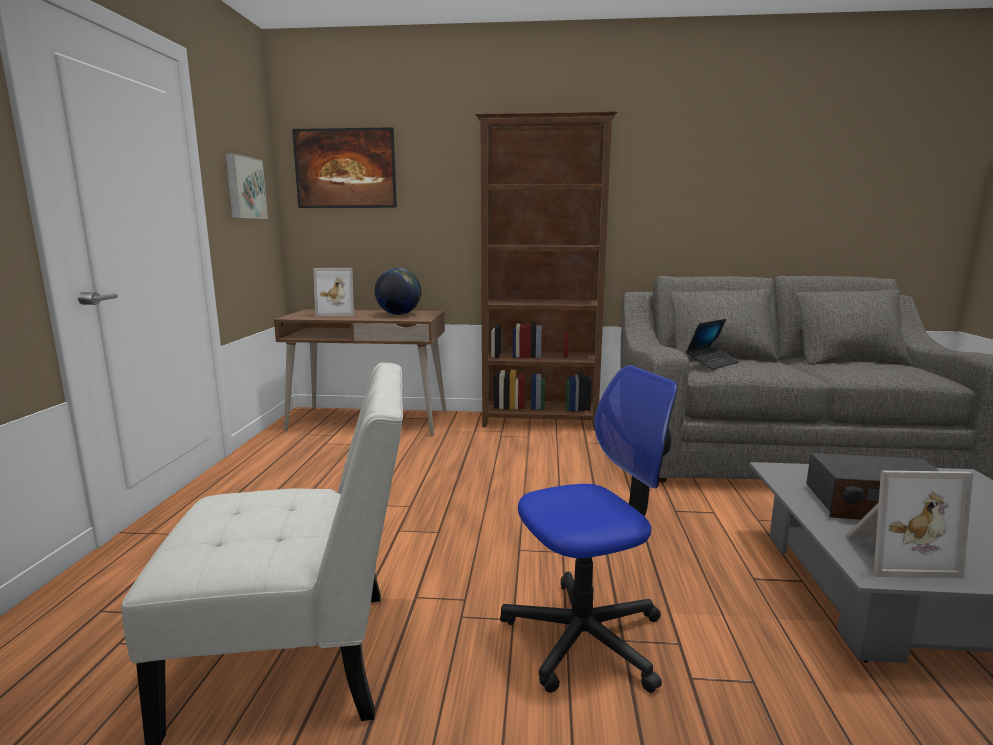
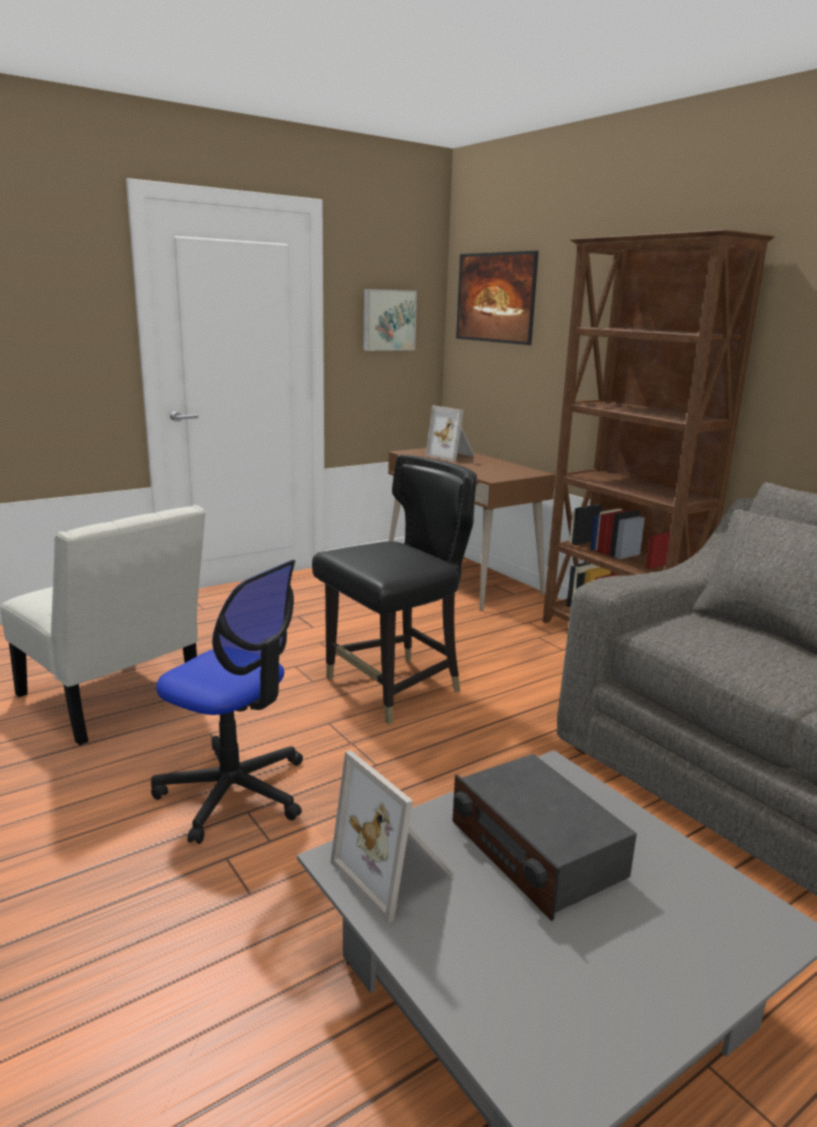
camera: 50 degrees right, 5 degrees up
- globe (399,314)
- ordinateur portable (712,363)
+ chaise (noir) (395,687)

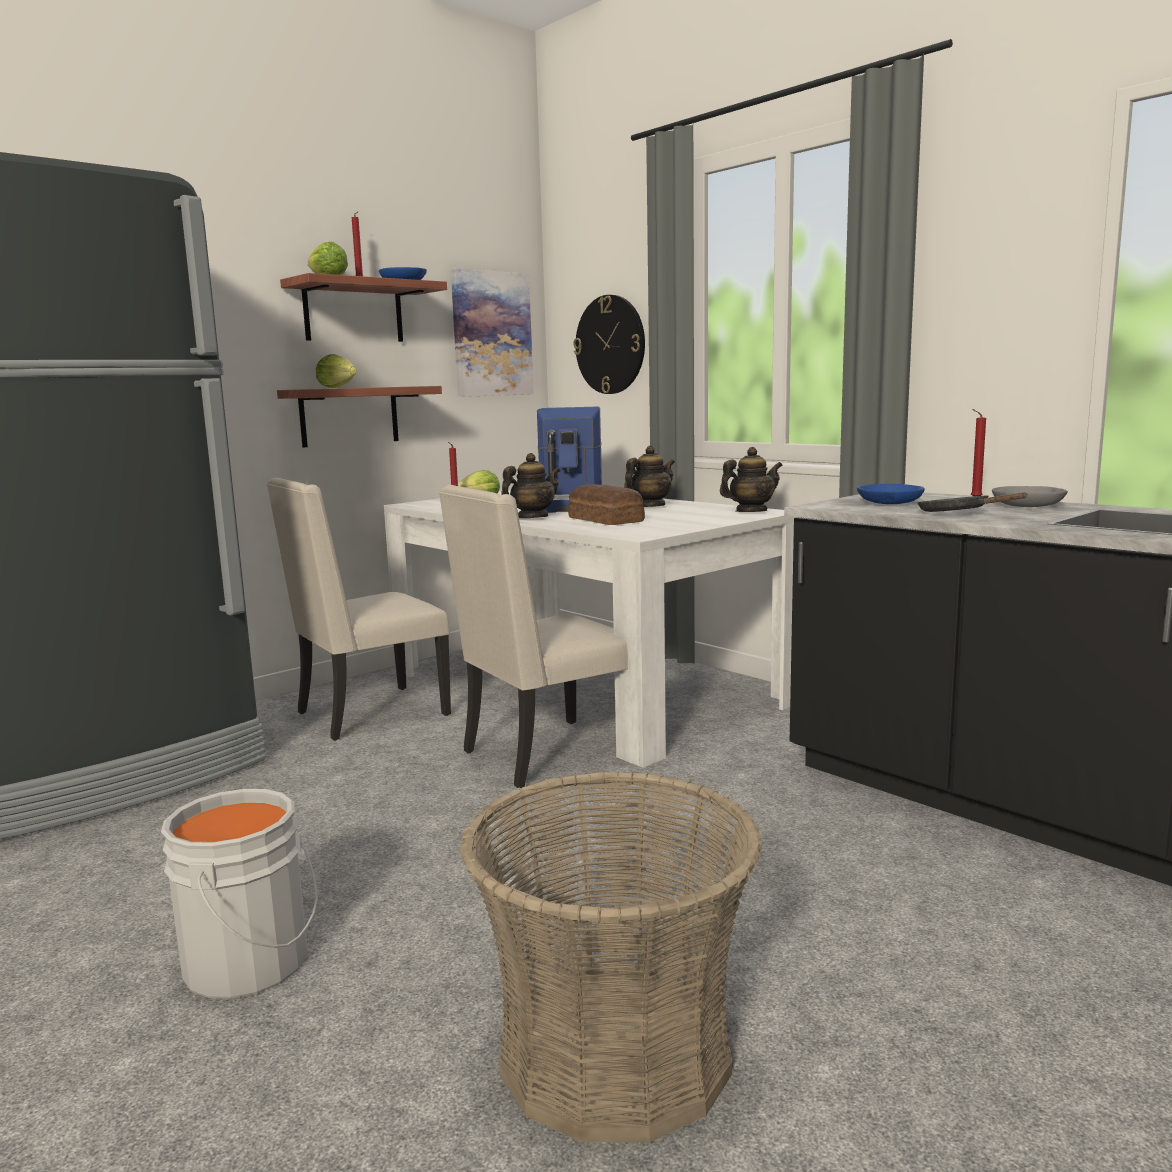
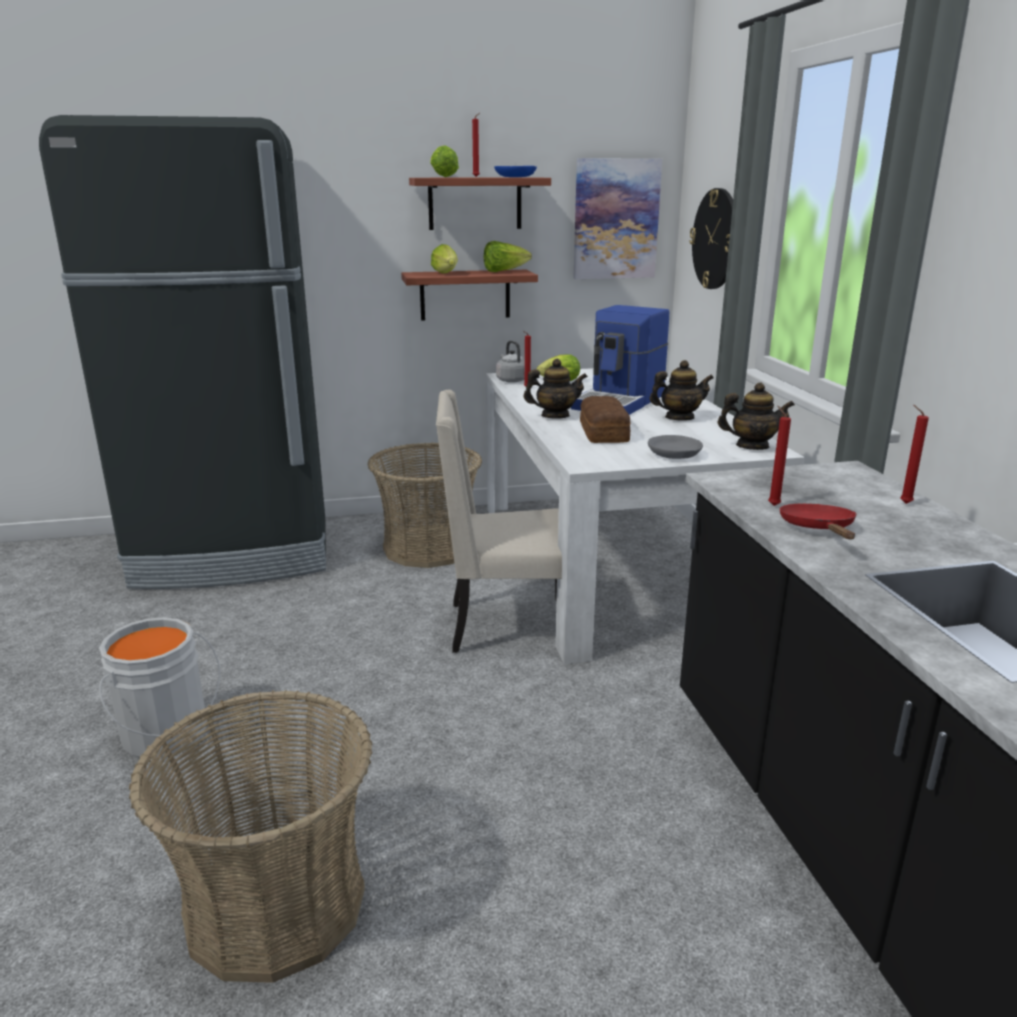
camera: 30 degrees right, 10 degrees up
~ chaise (beige) (369,714) to panier (428,548)
- bol (bleu) (888,502)
~ poêle (noir) (959,513) to poêle (rouge) (818,529)
~ bol (gris) (1029,505) to (674,455)
+ laitue (504,271)
+ bouilloire (gris) (510,380)
+ bougie (rouge) (772,505)

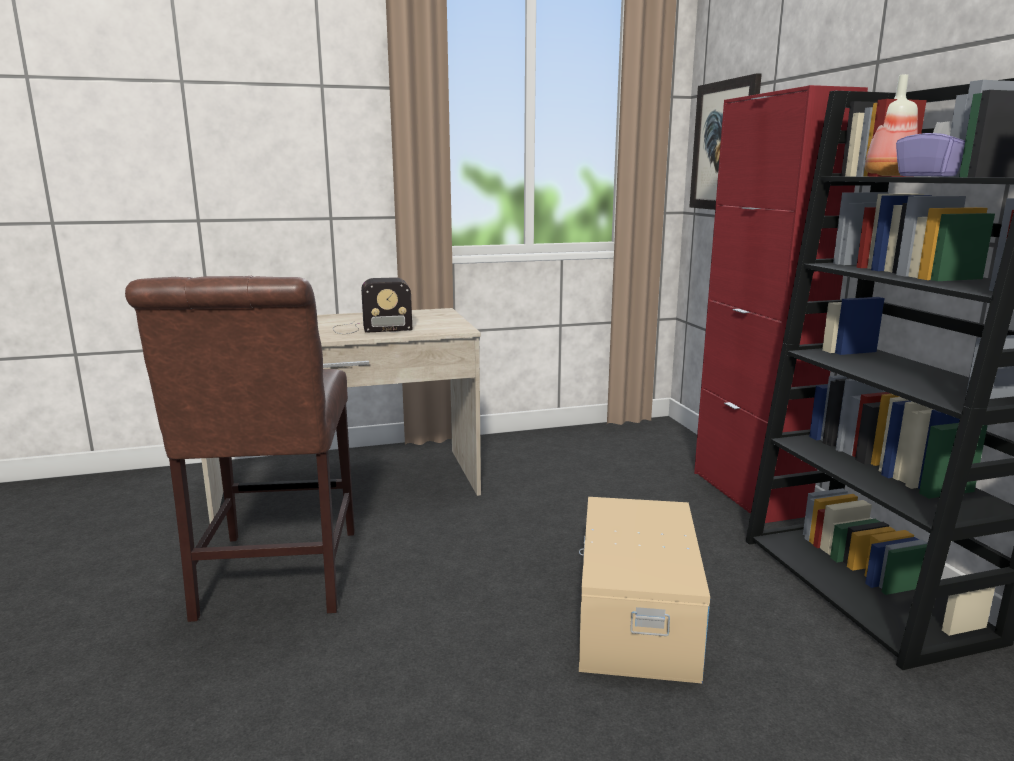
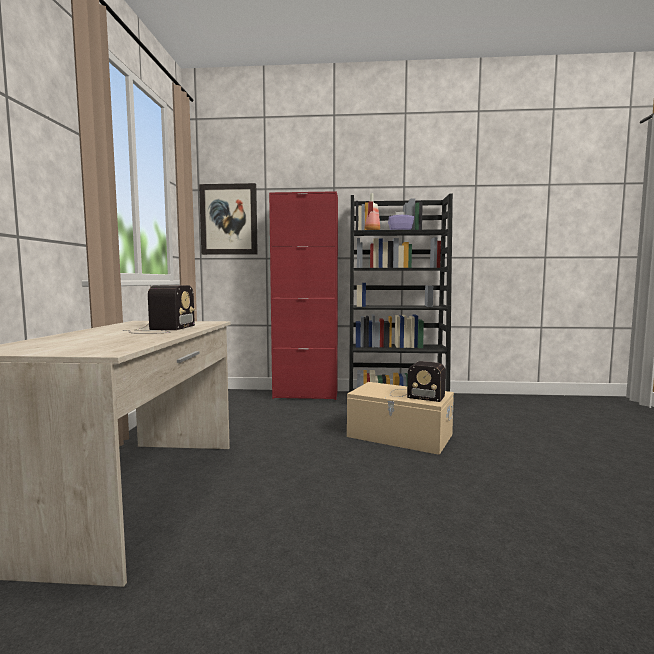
camera: 70 degrees left, 10 degrees down
- chaise (marron) (275,578)
+ radio (414,395)

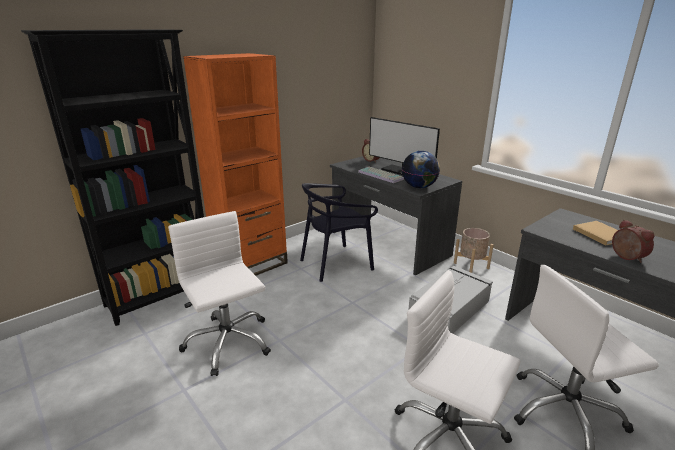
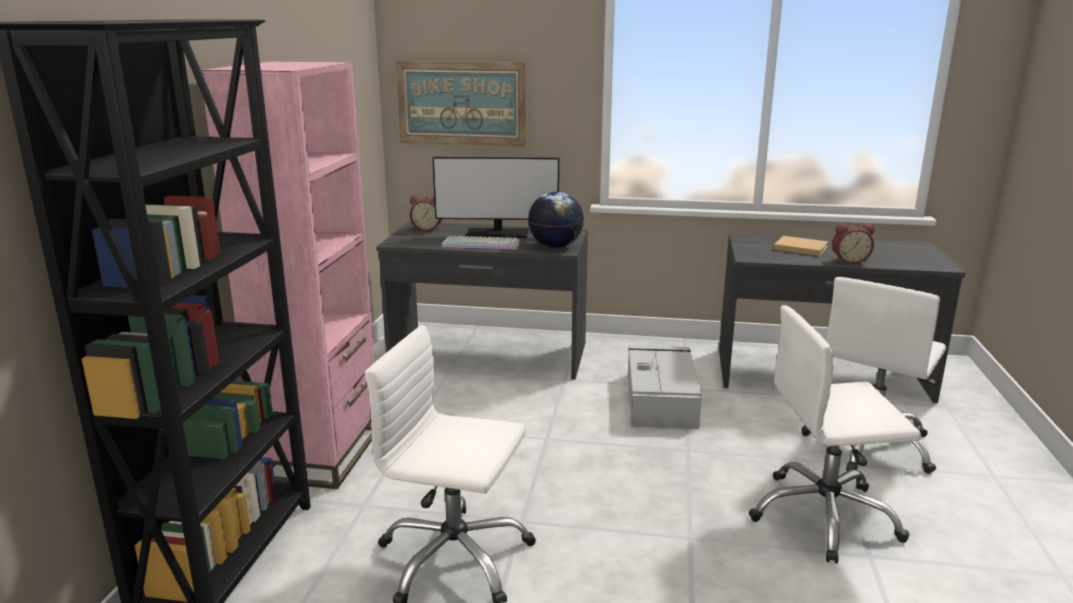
camera: 40 degrees left, 5 degrees down
~ bibliothèque (orange) (250,265) to bibliothèque (rose) (323,453)
- chaise (noir) (336,263)
- cache-pot (beige) (471,265)
~ réveil (626,257) = (849,261) 150 degrees clockwise
+ tableau (461,103)

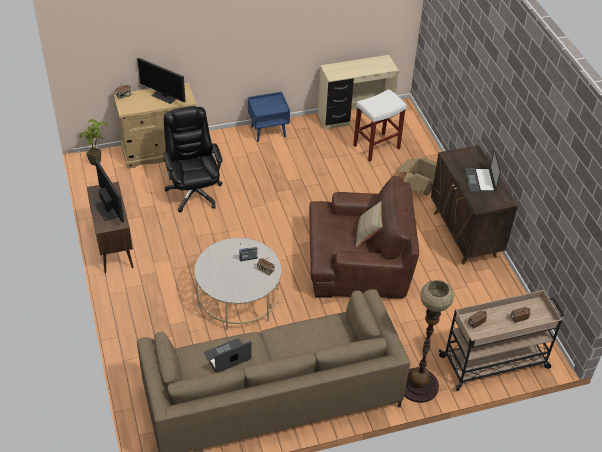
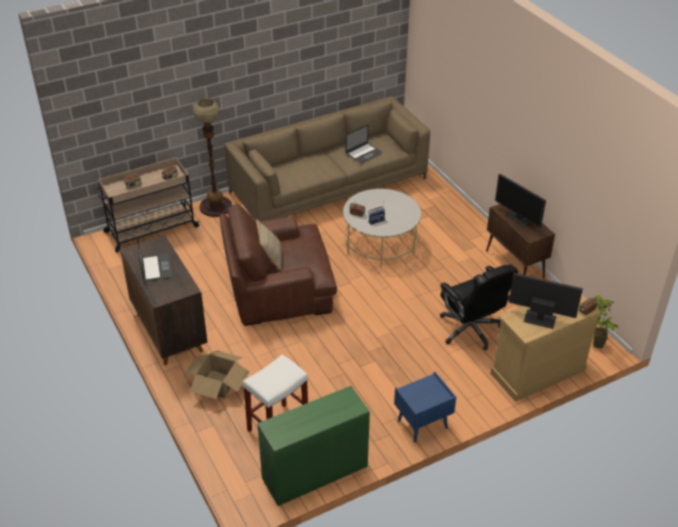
camera: 170 degrees right, 5 degrees down
~ bureau (beige) (355,117) to bureau (vert) (314,472)

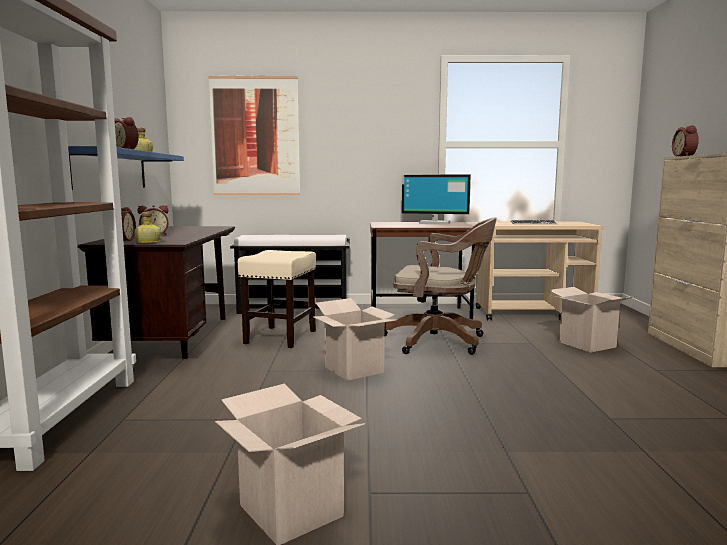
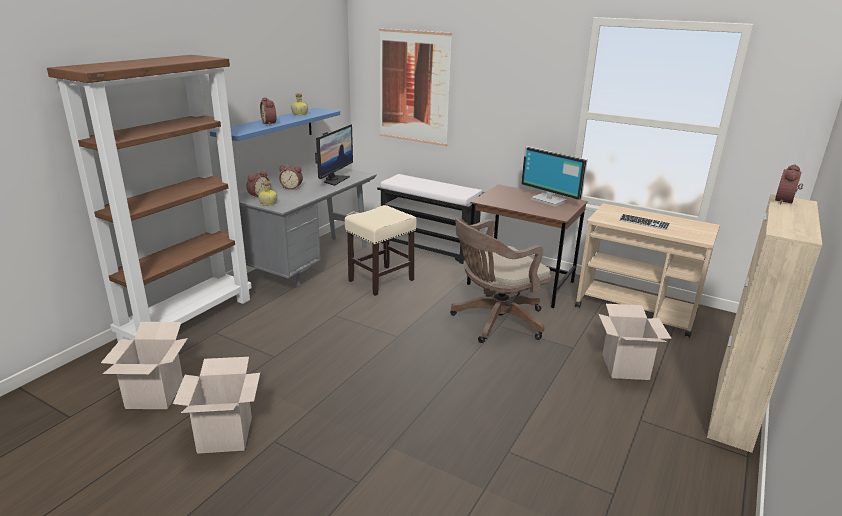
camera: 30 degrees right, 15 degrees up
~ bureau (marron) (175,340) to bureau (gris) (311,263)
~ carton (354,369) to (155,395)
~ chaise de bureau (marron) (439,341) = (495,321) 105 degrees clockwise
+ écran d'ordinateur (335,180)

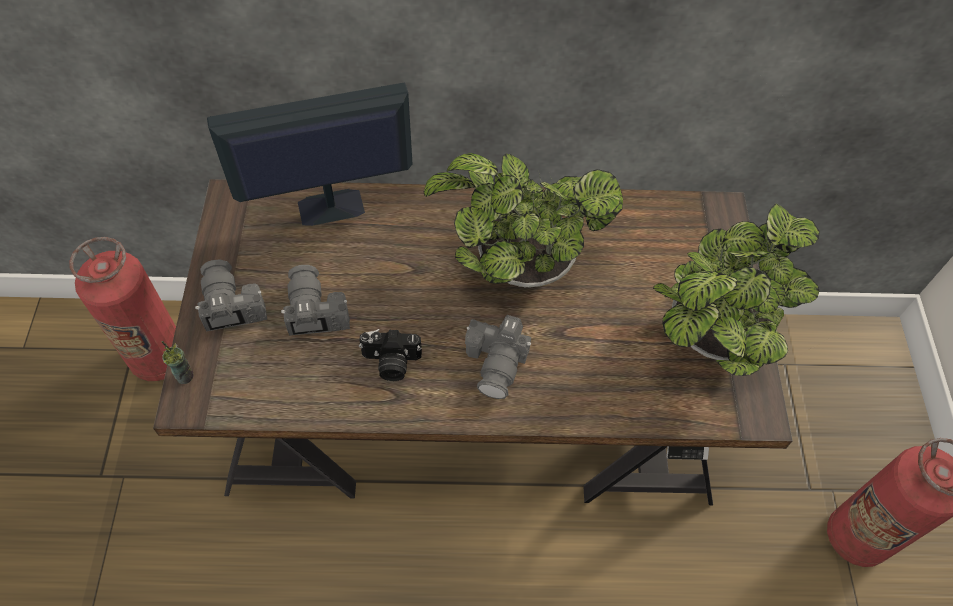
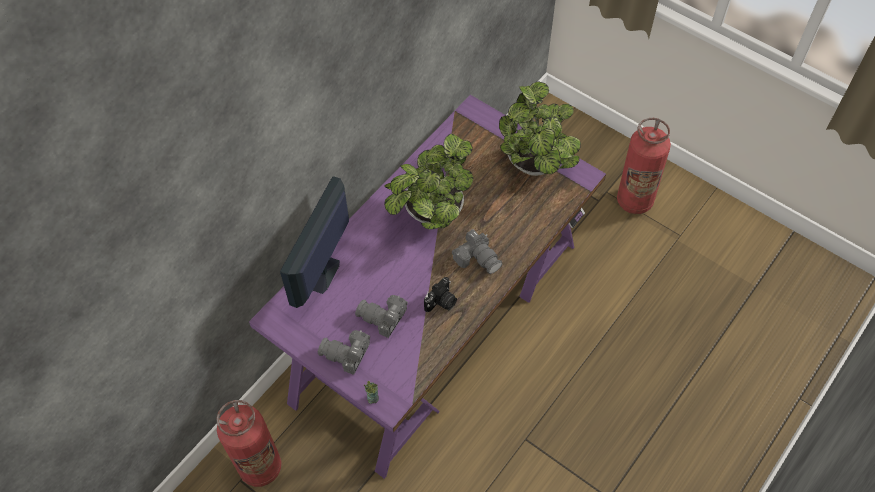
camera: 50 degrees left, 0 degrees up
~ bureau (marron) (471,412) to bureau (violet) (435,321)

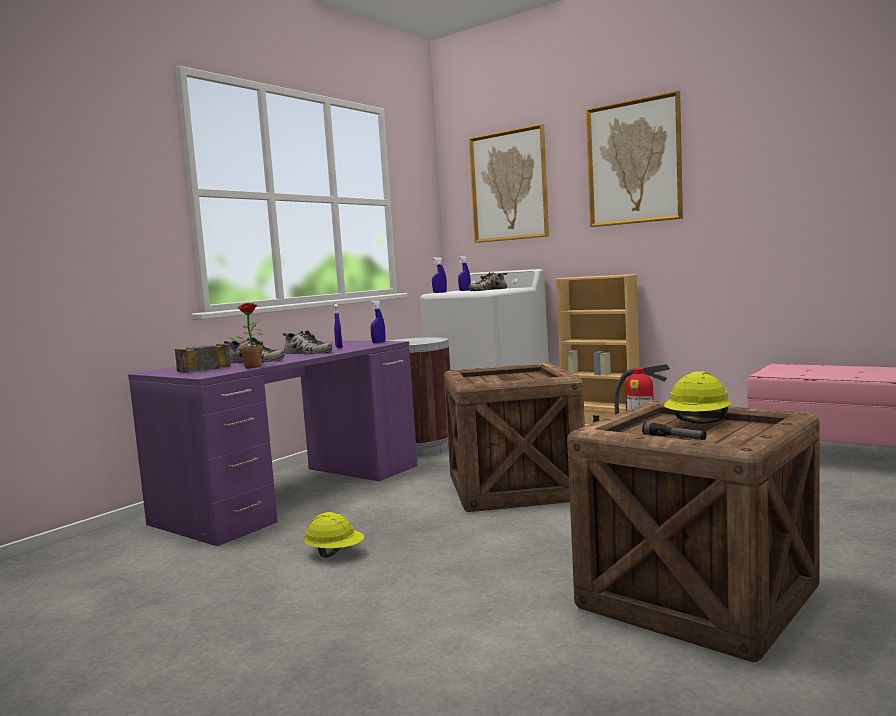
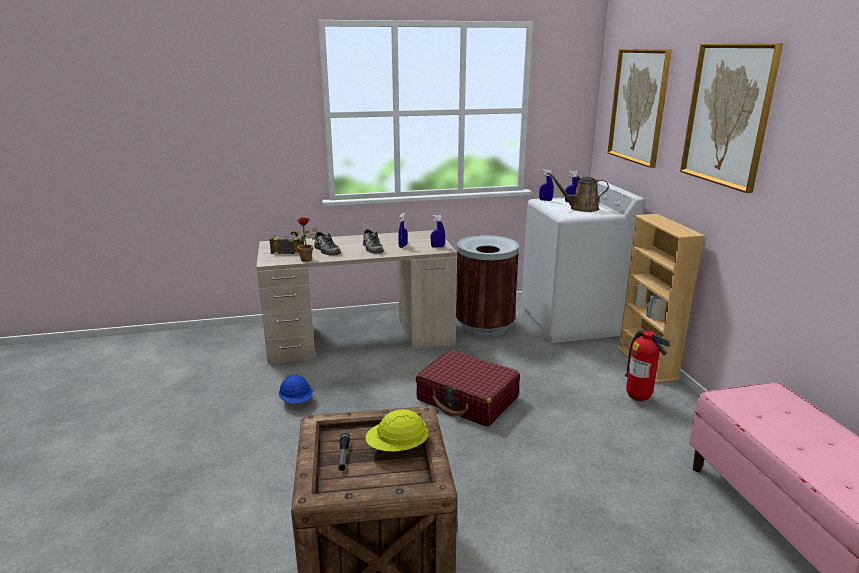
camera: 40 degrees right, 15 degrees up
~ bureau (violet) (296,492) to bureau (beige) (360,337)
~ casque de chantier (jaune) (335,554) to casque de chantier (bleu) (296,401)
~ caisse (515,488) to valise (rouge) (467,399)
~ chaussure (488,289) to arrosoir (marron) (581,208)

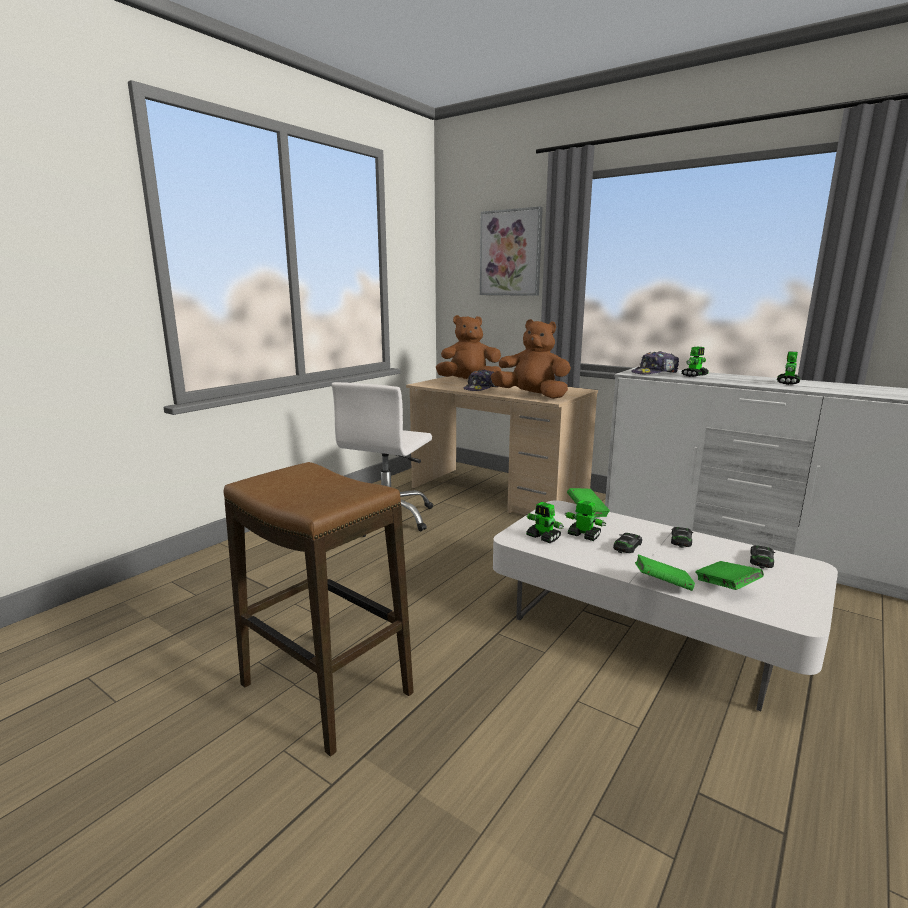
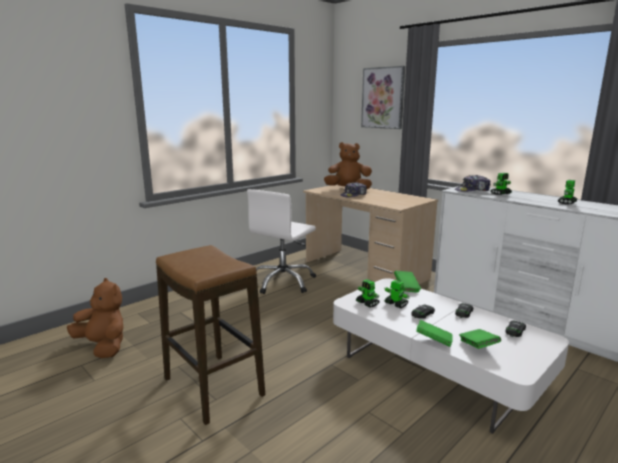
camera: 10 degrees right, 0 degrees up
~ peluche (marron) (532,396) to (103,346)

